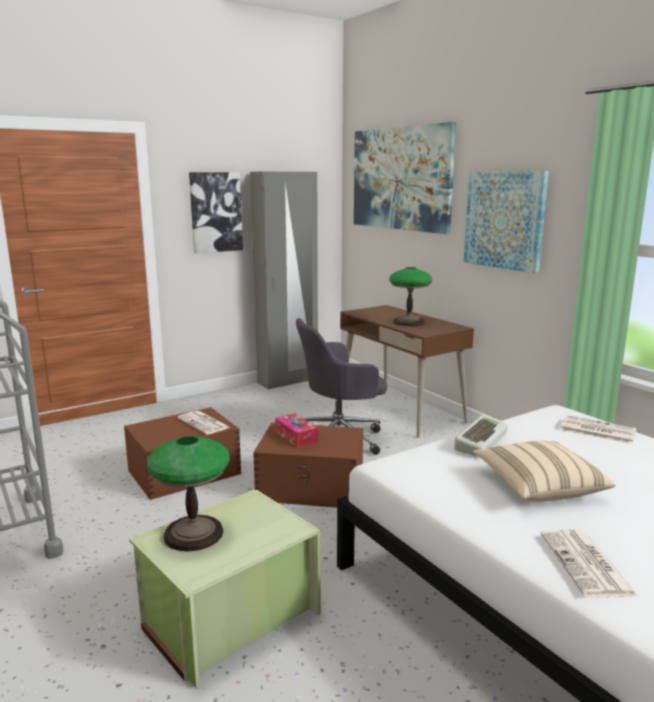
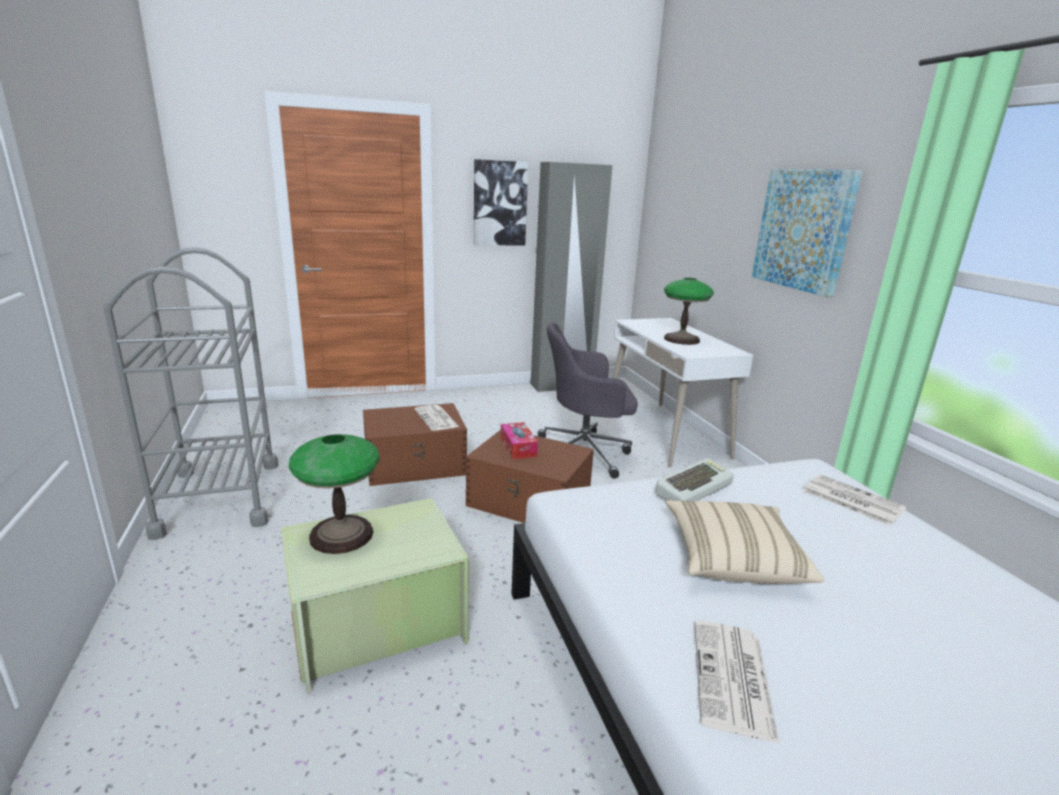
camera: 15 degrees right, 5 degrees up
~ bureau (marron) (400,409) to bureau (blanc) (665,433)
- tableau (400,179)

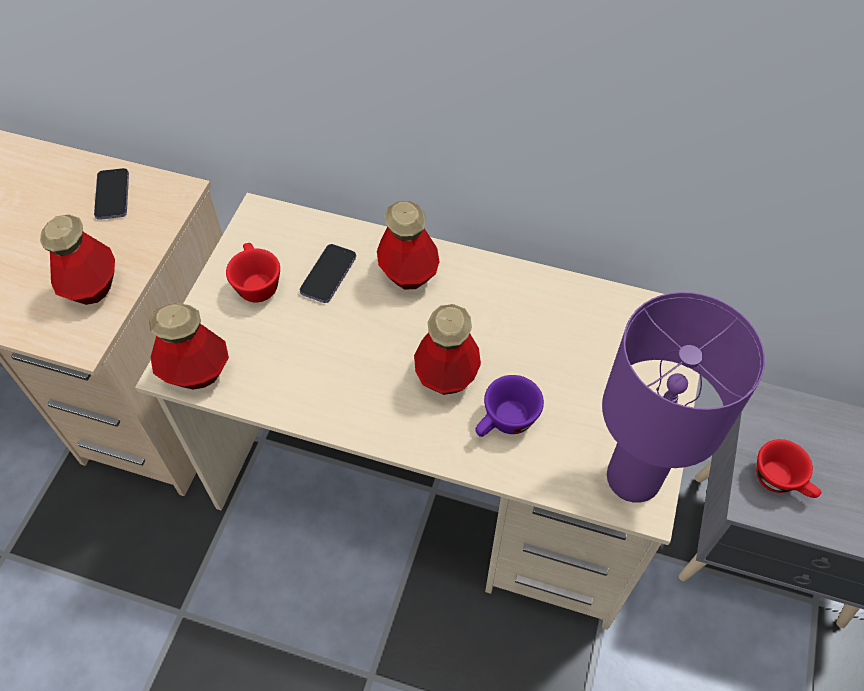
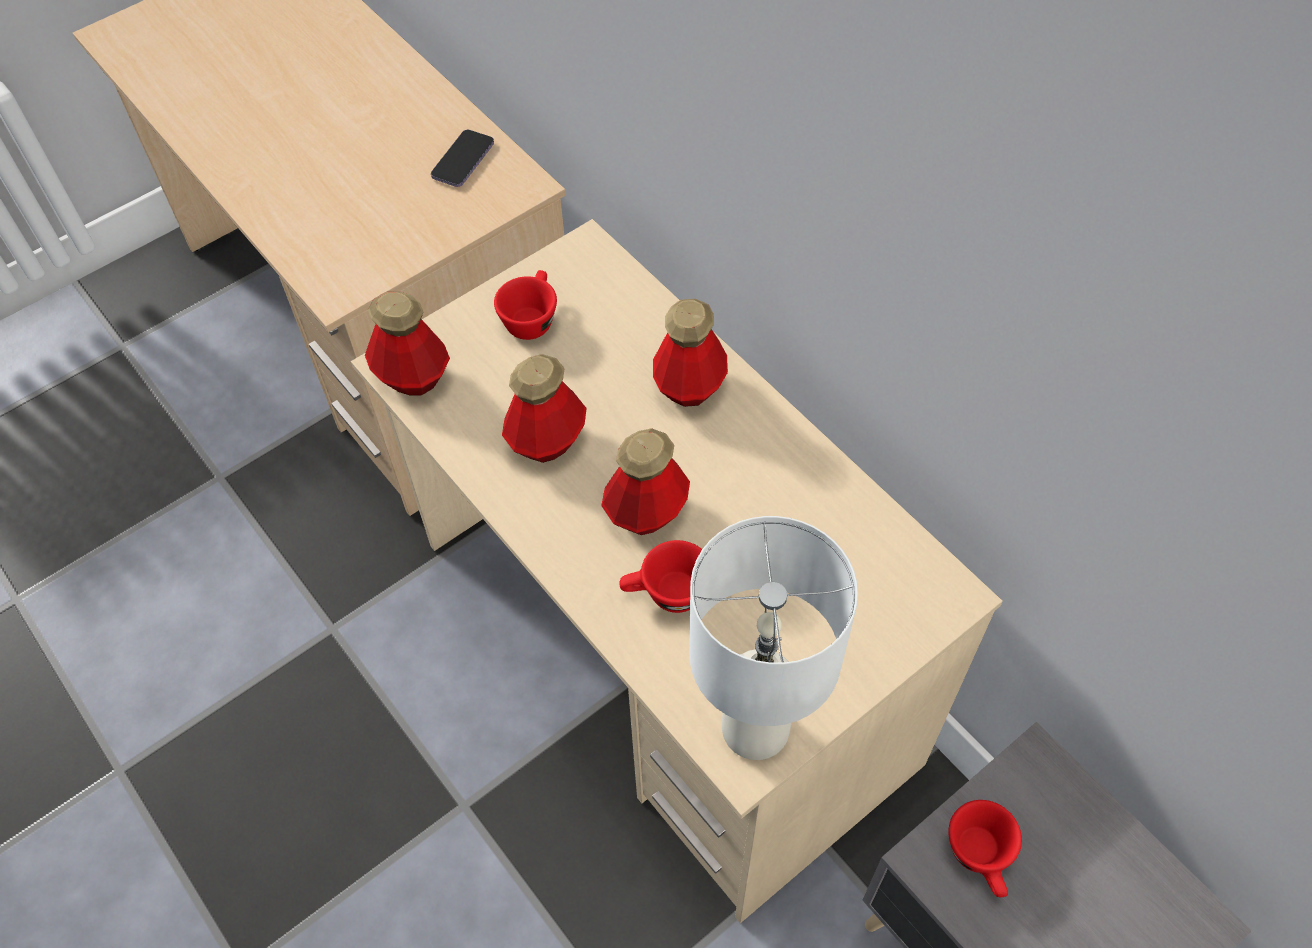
camera: 35 degrees right, 0 degrees up
~ bouteille (92,287) to (547,441)
- téléphone (328,275)
~ tasse (violet) (505,423) to tasse (rouge) (666,594)
~ lampe de table (violet) (635,478) to lampe de table (blanc) (757,729)

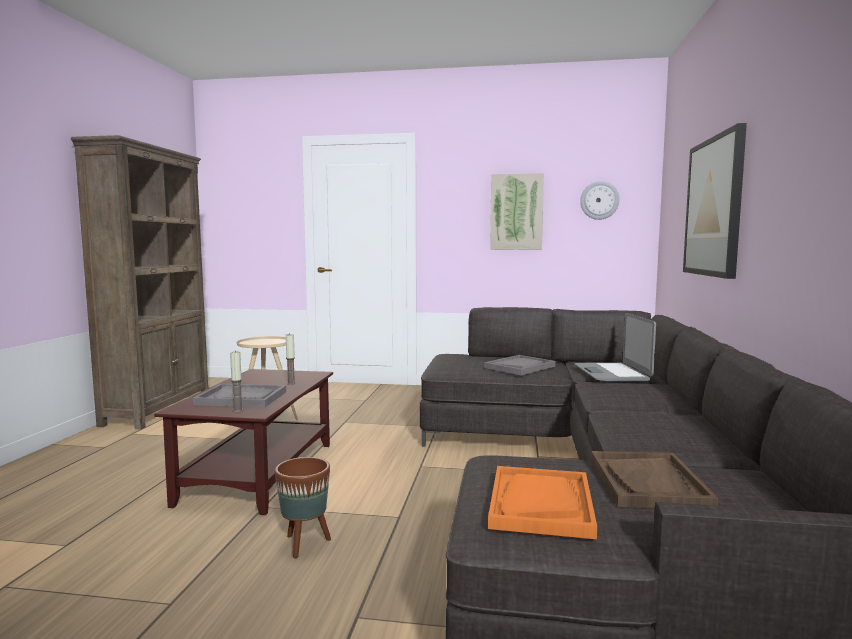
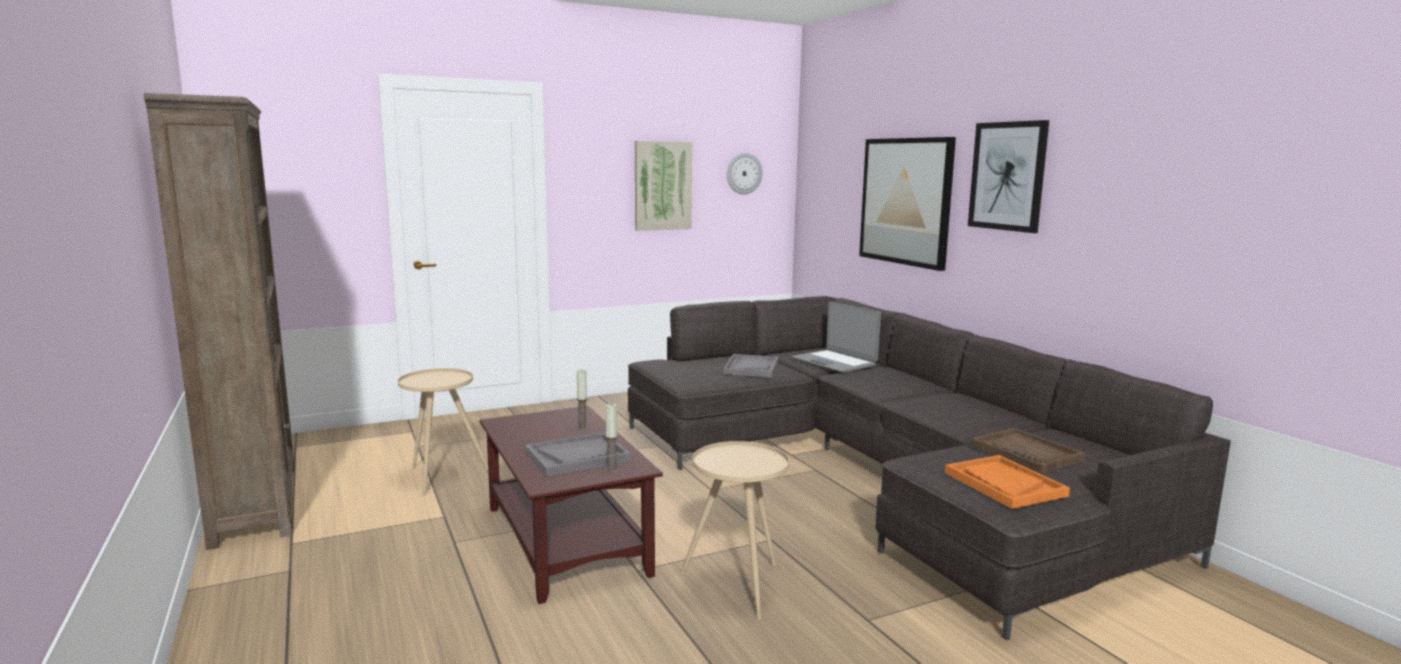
camera: 35 degrees left, 5 degrees up
~ cache-pot (marron) (304,544) to table d'appoint (beige) (737,587)
+ tableau (1007,176)

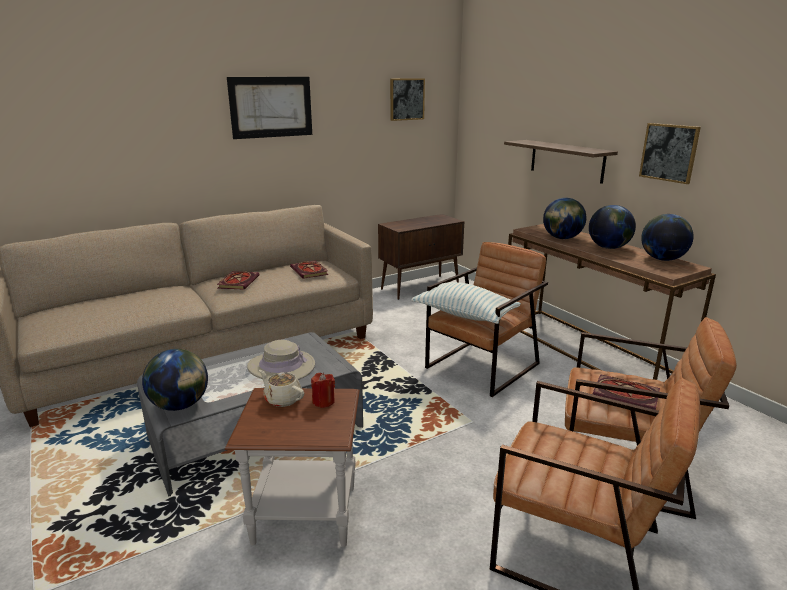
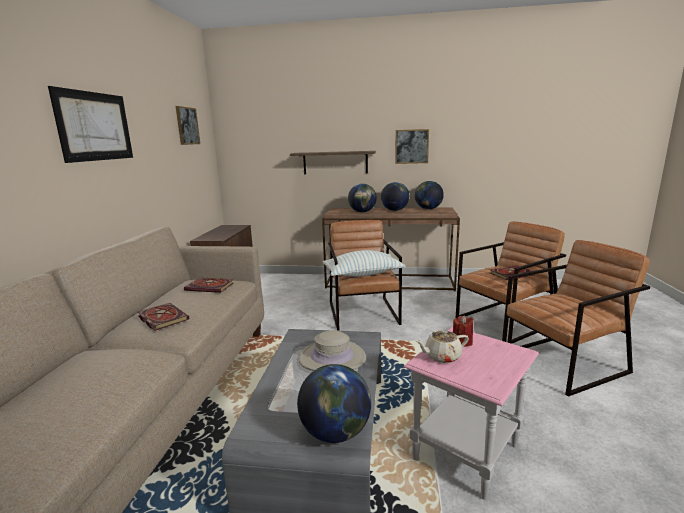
camera: 50 degrees left, 5 degrees down
~ table d'appoint (marron) (306,514) to table d'appoint (rose) (465,451)

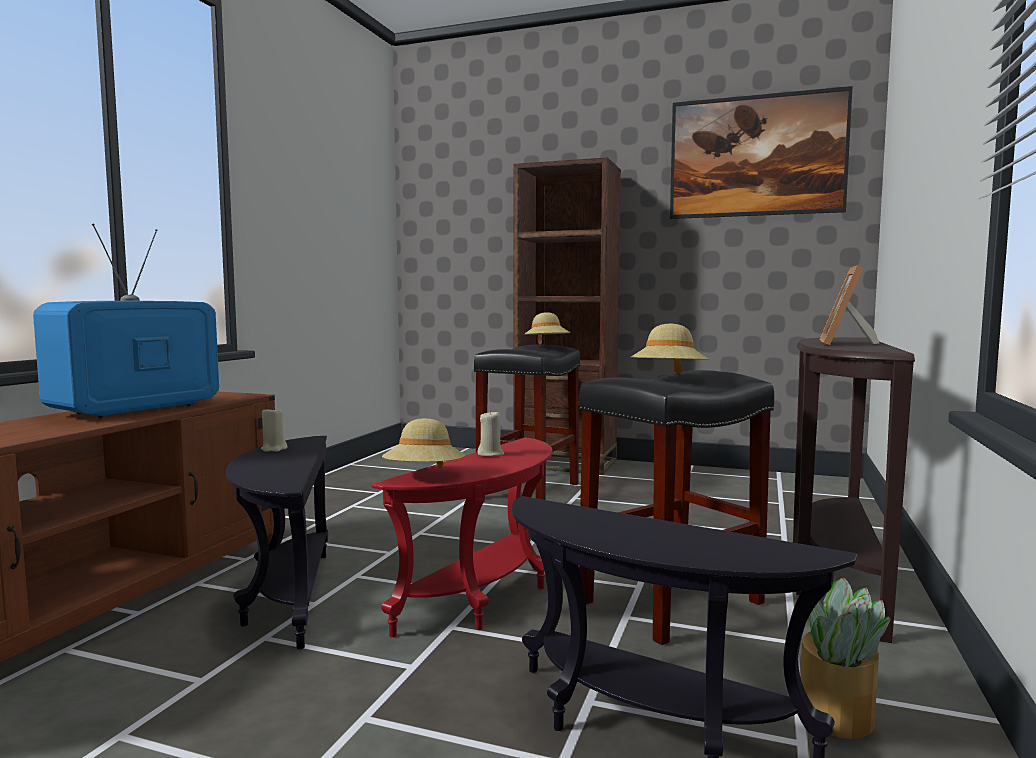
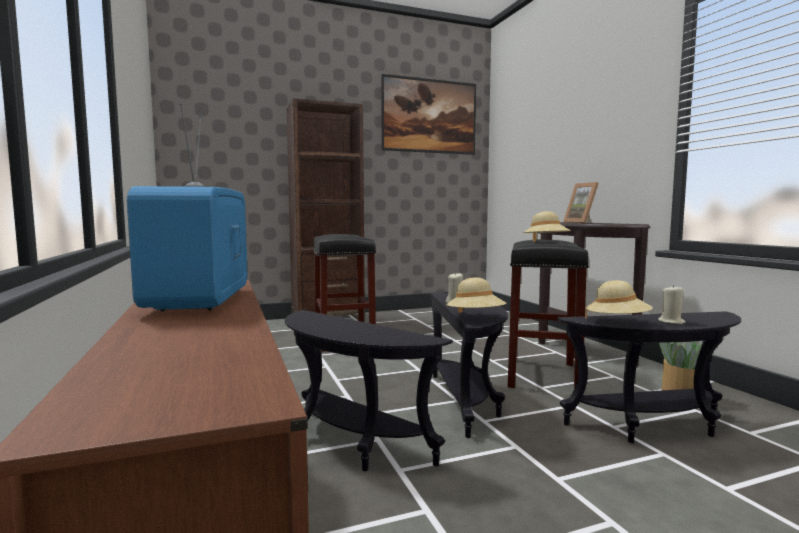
camera: 40 degrees left, 0 degrees up
~ bougie (beige) (274,449) to (671,322)
~ table d'appoint (rouge) (486,599) to table d'appoint (noir) (466,401)
~ chapeau (beige) (547,345) to (617,323)

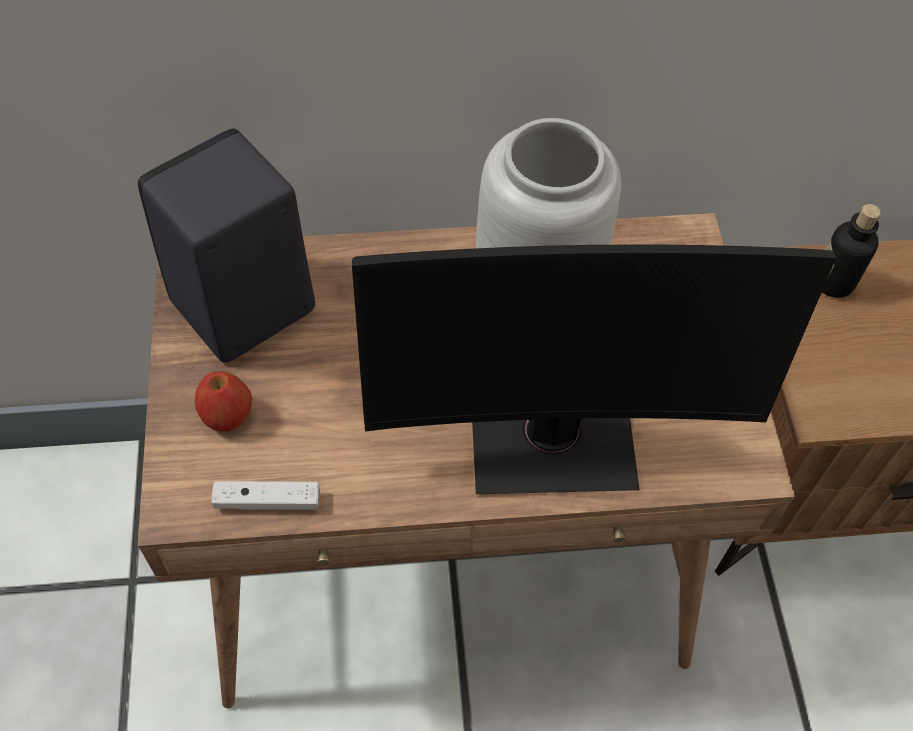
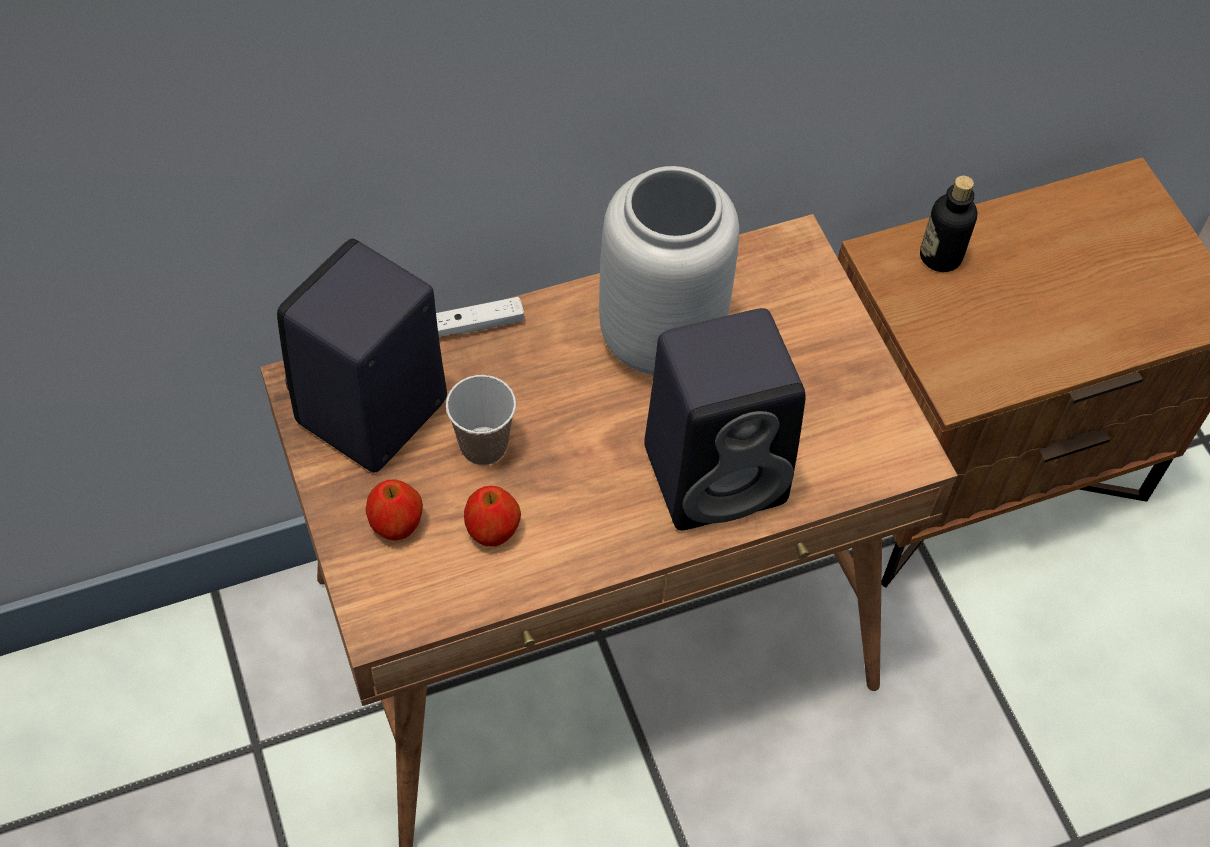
camera: 15 degrees left, 0 degrees up
~ manette (blanc) (268,501) to (476,325)
~ écran d'ordinateur (552,437) to enceinte (noir) (719,472)
+ tasse (483,446)
+ pomme (492,531)

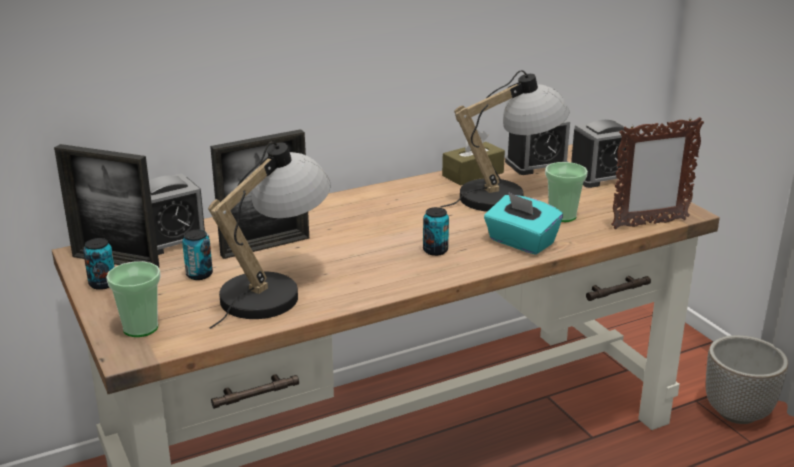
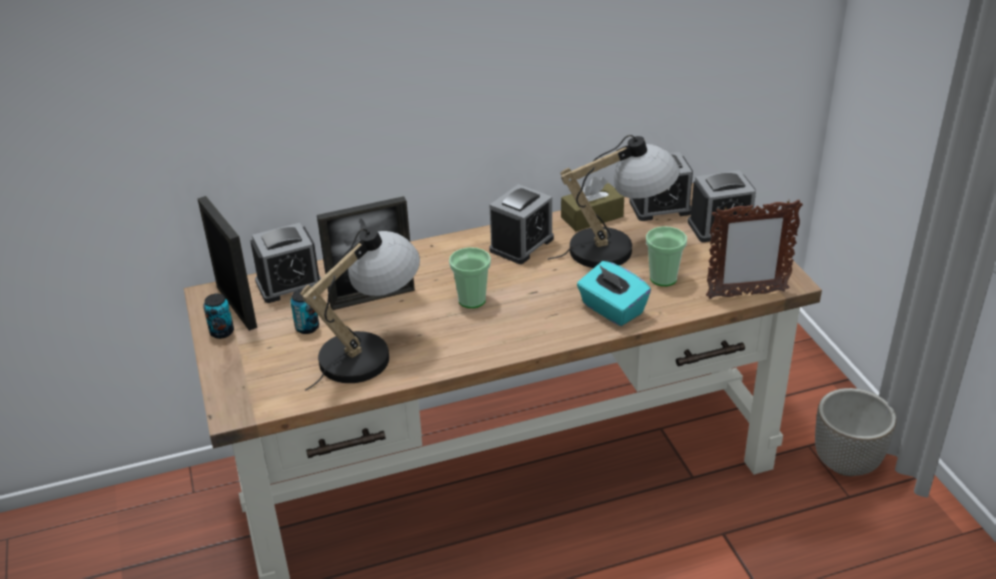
camera: 10 degrees right, 10 degrees up
~ cadre photo (115,262) = (236,307) 150 degrees counterclockwise
~ tasse (140,328) to (472,300)
- boîte métallique (435,250)
+ réveil (521,244)

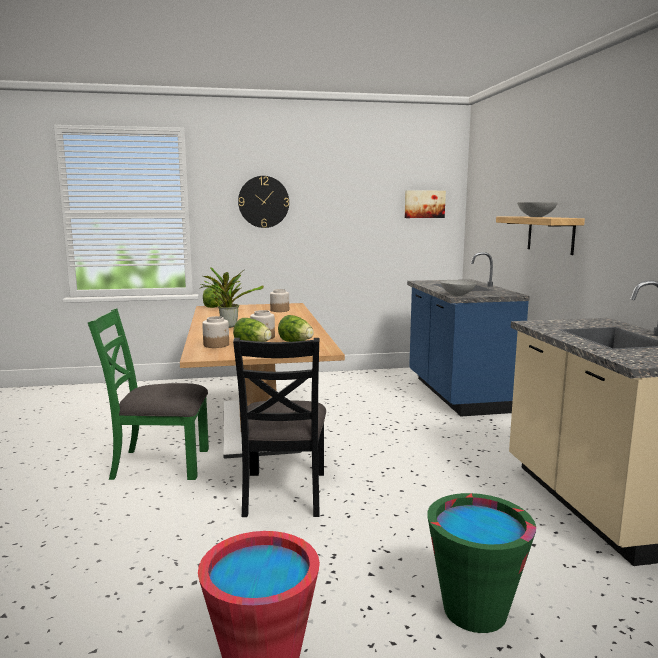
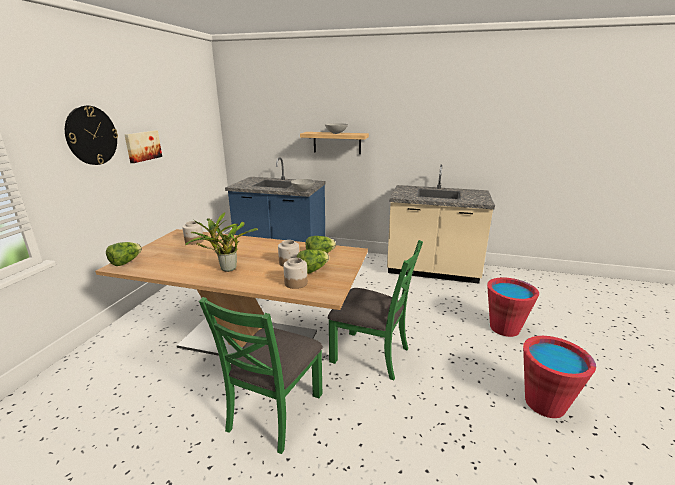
camera: 65 degrees left, 10 degrees up
~ chaise (noir) (284,493) to chaise (vert) (371,354)
~ tableau (424,204) to (142,146)
~ seau (vert) (475,610) to seau (rouge) (504,328)

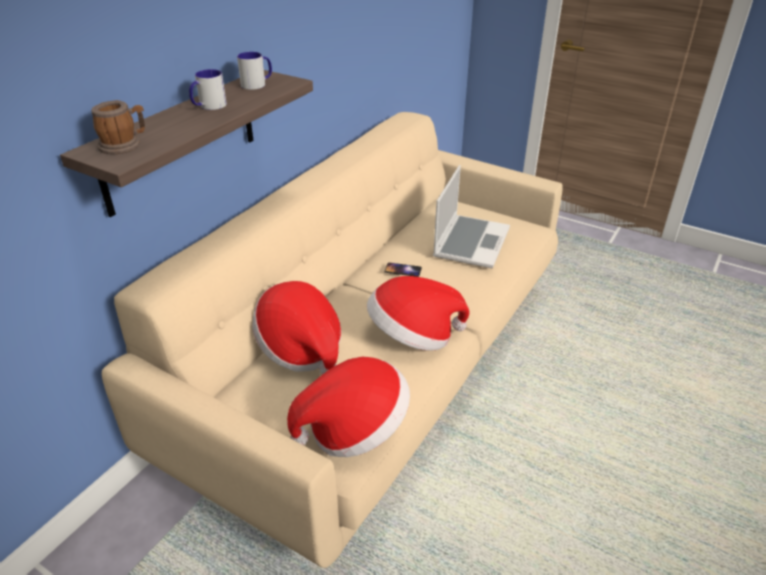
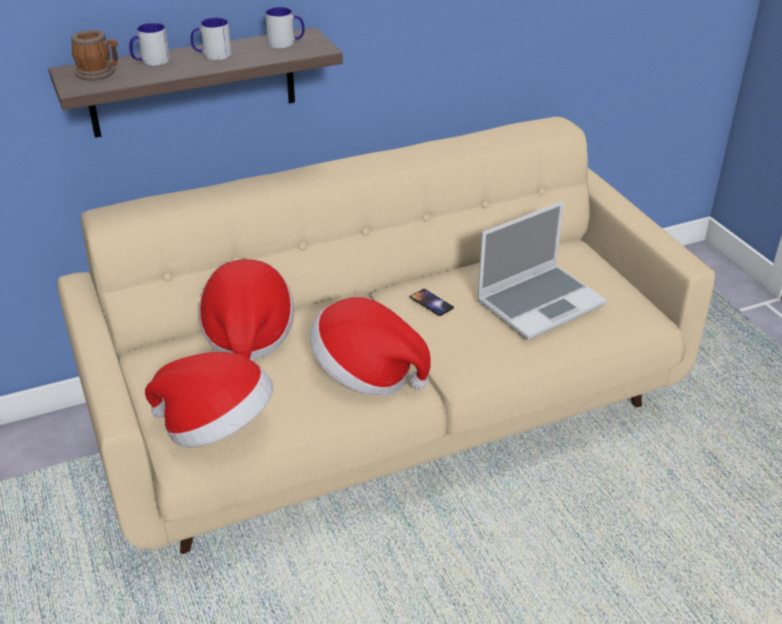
camera: 35 degrees right, 0 degrees up
+ mug (150,61)

